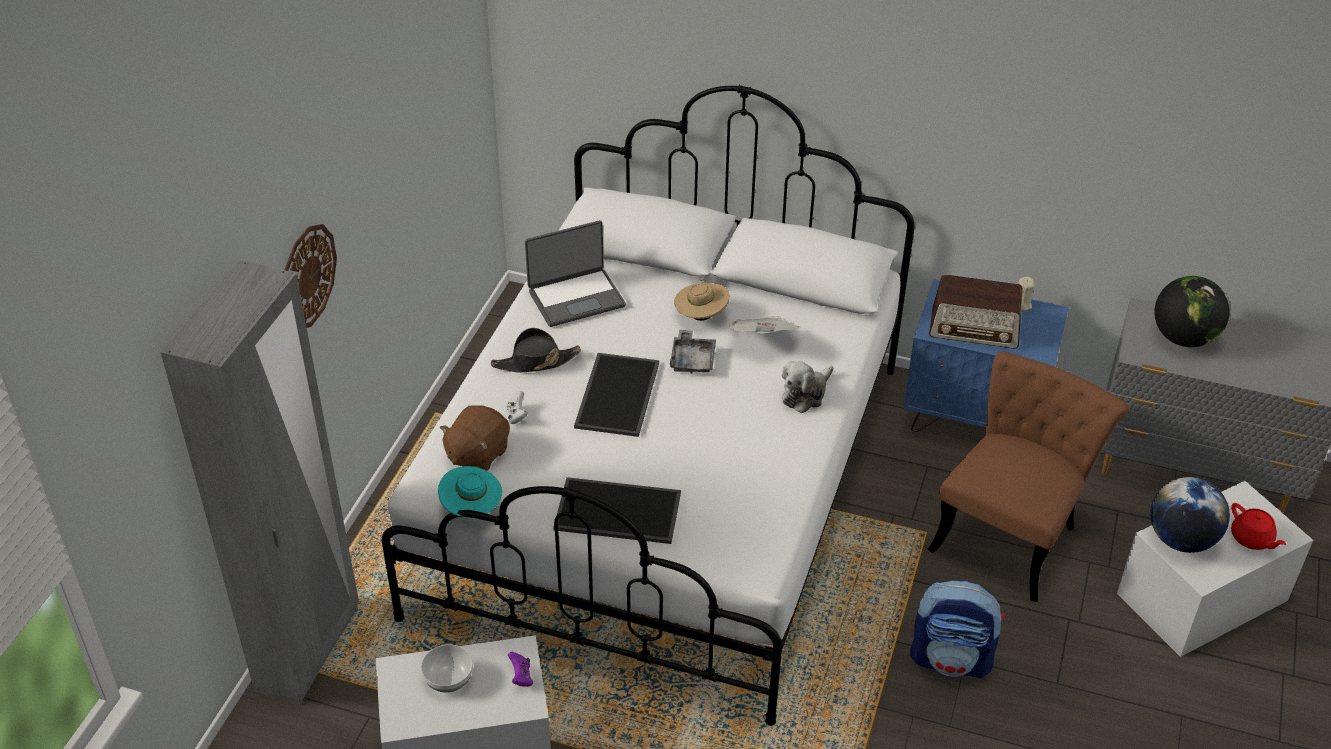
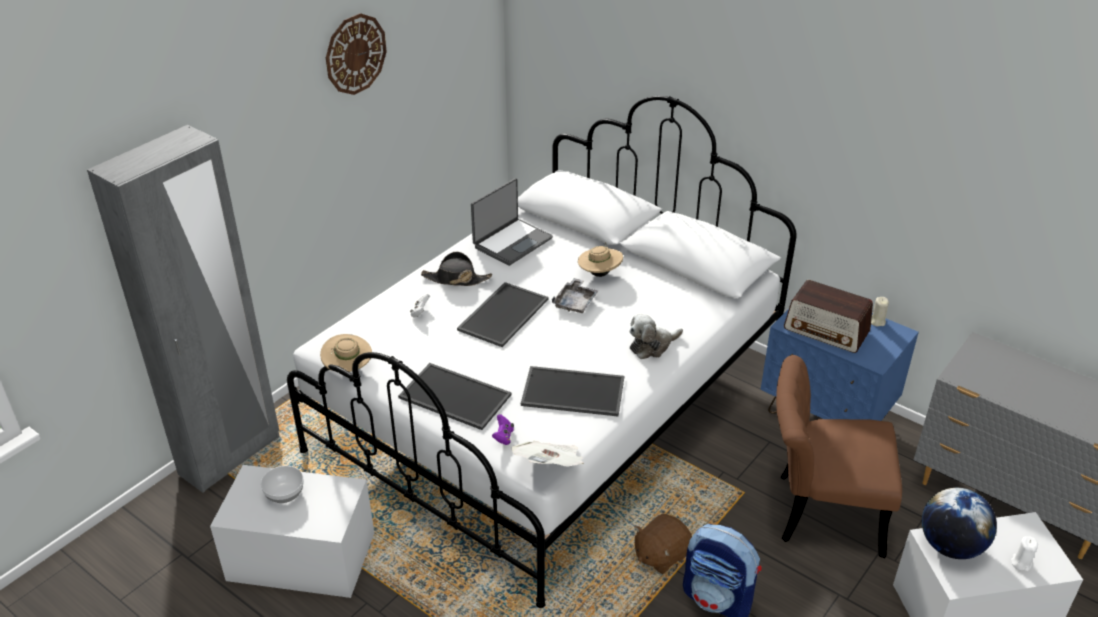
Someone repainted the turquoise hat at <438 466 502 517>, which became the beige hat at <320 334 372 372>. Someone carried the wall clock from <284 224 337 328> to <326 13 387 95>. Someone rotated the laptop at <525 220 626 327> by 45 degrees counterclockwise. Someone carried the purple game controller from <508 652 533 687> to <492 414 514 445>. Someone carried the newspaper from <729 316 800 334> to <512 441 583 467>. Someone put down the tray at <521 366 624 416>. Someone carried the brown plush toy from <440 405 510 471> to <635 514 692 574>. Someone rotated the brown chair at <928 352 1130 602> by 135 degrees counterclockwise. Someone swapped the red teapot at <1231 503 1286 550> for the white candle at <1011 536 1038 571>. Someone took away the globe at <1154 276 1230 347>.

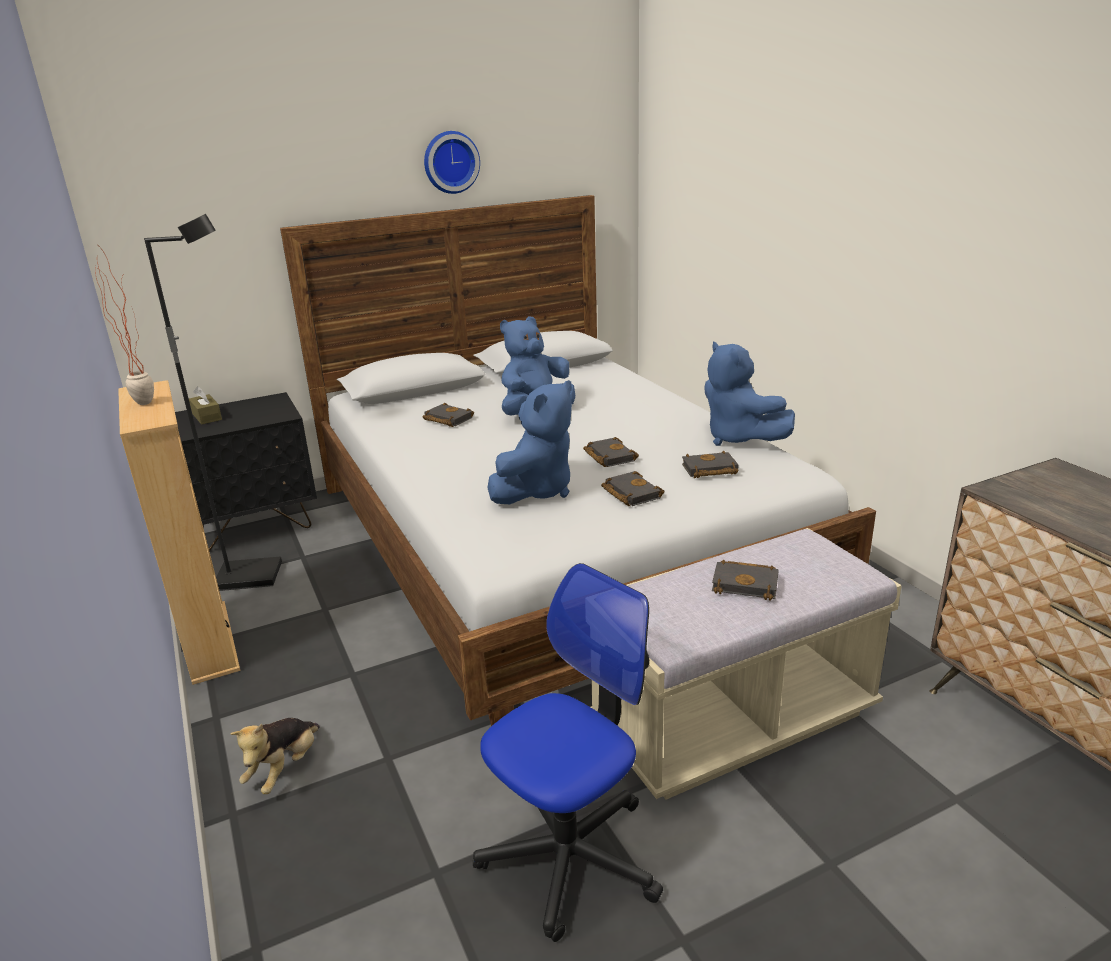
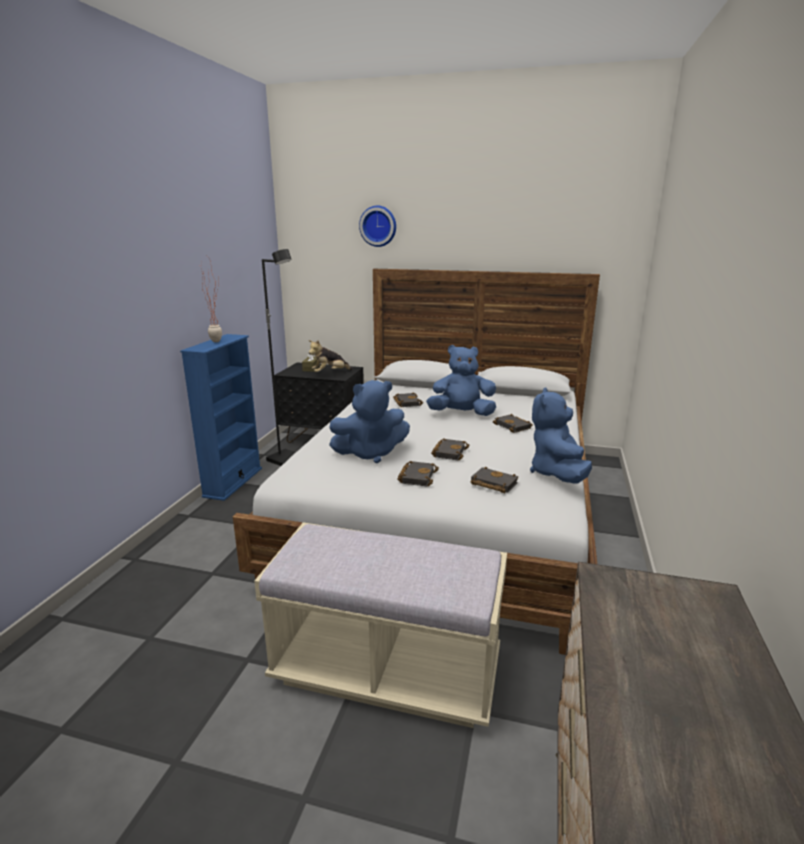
Someone repainted the beige bookcase at <118 380 240 685>, which became the blue bookcase at <180 334 262 501>. Someone carried the plush toy from <231 718 320 794> to <309 340 353 372>. Someone carried the wall clock from <424 131 480 194> to <359 205 396 247>. Someone carried the black book from <712 560 779 601> to <493 414 533 433>. Someone took away the office chair at <473 563 663 942>.

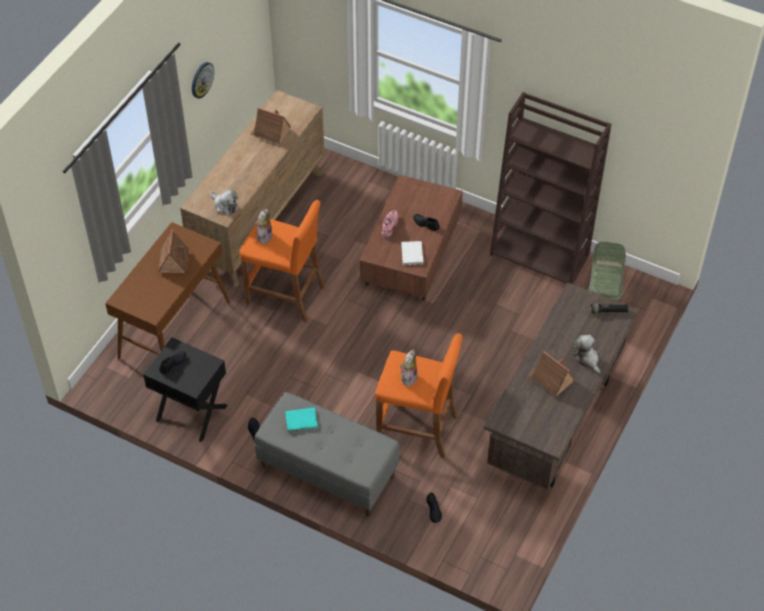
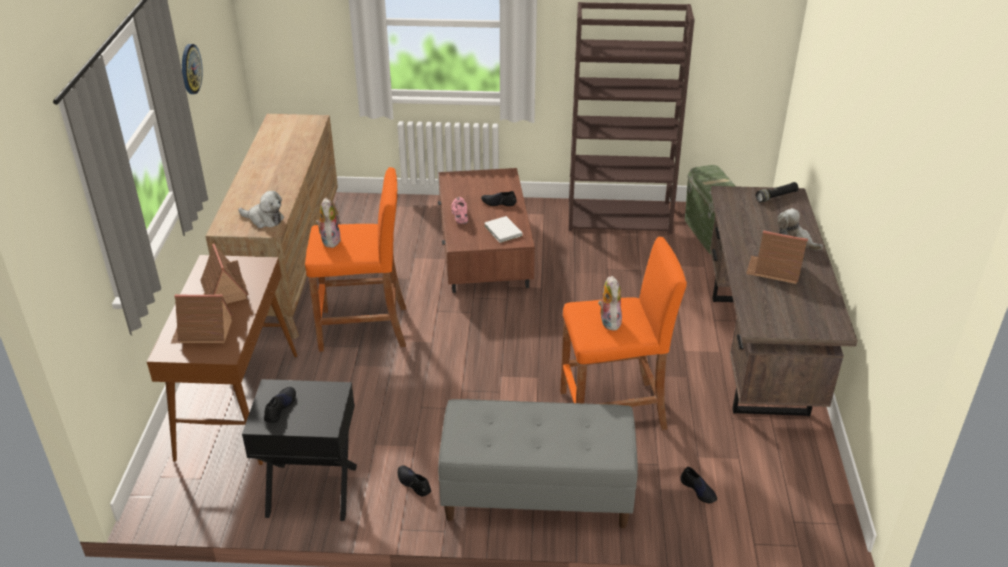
Someone carried the toy house from <250 107 291 144> to <171 293 233 343>. Someone took away the turquoise book at <285 407 318 432>.

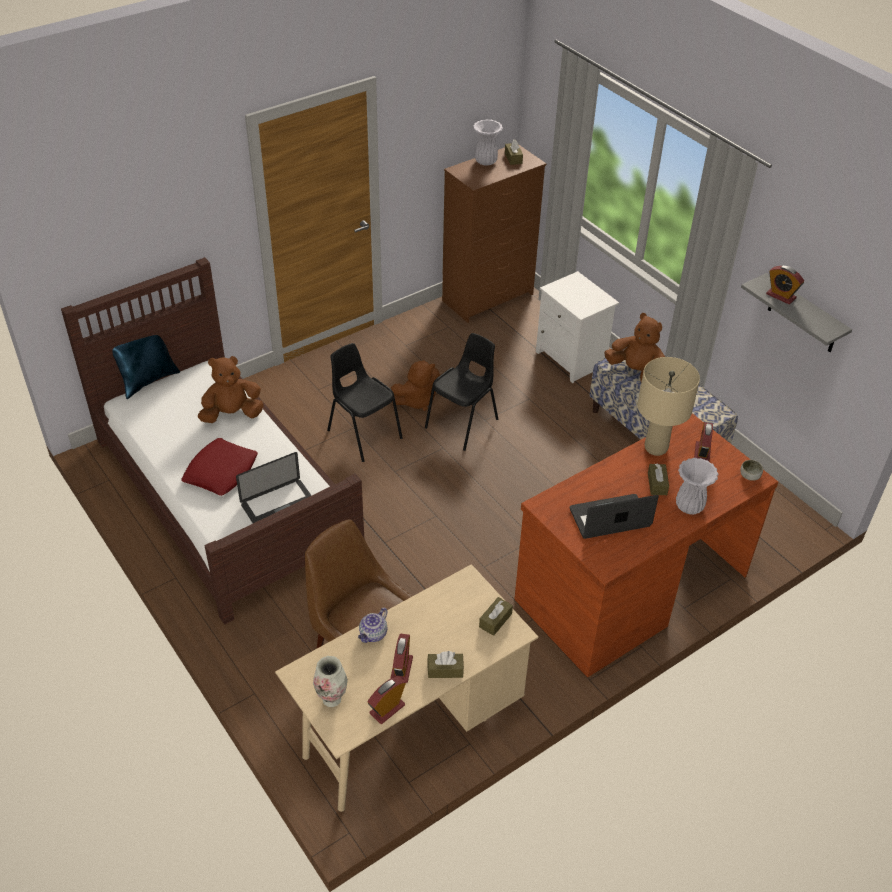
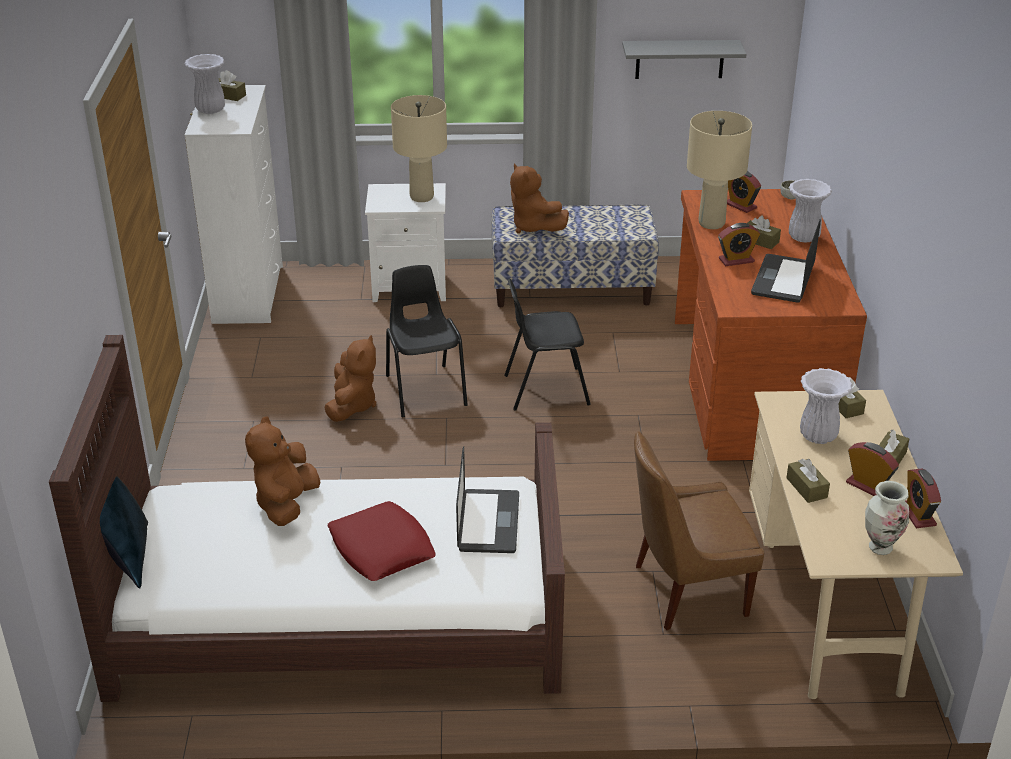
Someone repainted the brown dresser at <442 144 546 323>, which became the white dresser at <185 85 283 324>. Someone put down the beige table lamp at <391 95 447 202>. Someone carried the black chair from <327 343 403 462> to <504 279 591 411>. Someone rotated the brown plush toy at <604 313 665 382> by 105 degrees counterclockwise. Someone carried the alarm clock from <766 266 804 304> to <718 223 760 266>. Someone swapped the teapot at <358 608 387 643> for the brown tissue box at <786 459 830 503>. Someone put down the white vase at <800 368 853 444>.

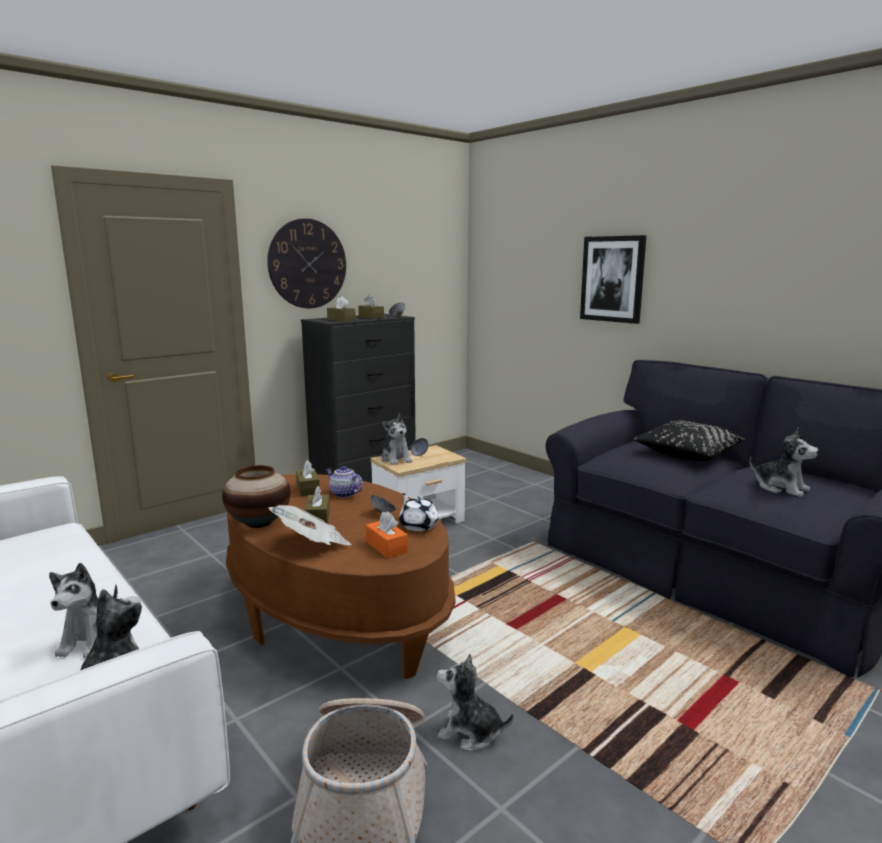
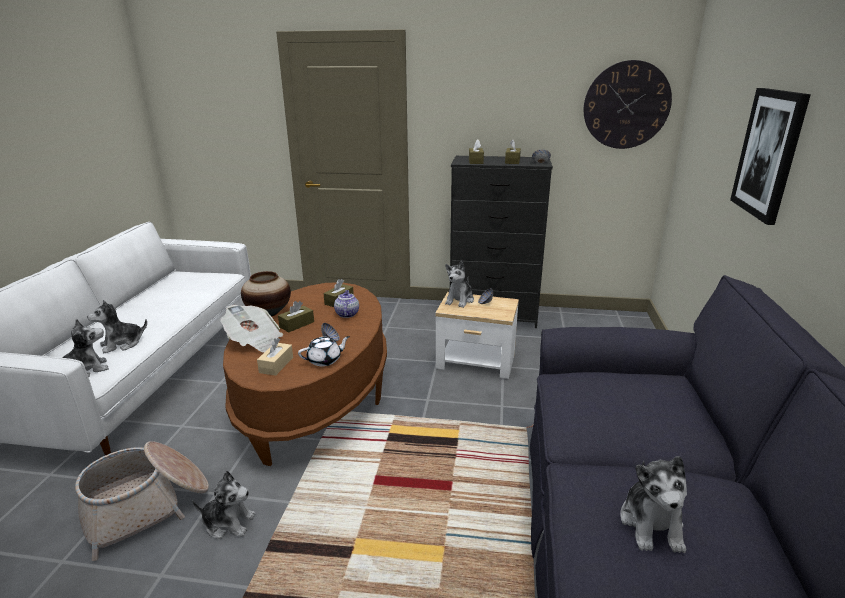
Someone rotated the plush toy at <437 654 514 751> by 120 degrees clockwise. Someone repainted the orange tissue box at <366 511 408 558>, which became the beige tissue box at <257 338 293 376>. Someone rotated the white teapot at <399 493 438 531> by 45 degrees clockwise. Someone carried the wall clock from <267 218 346 308> to <584 60 672 149>. Someone took away the black pillow at <633 420 745 461>.

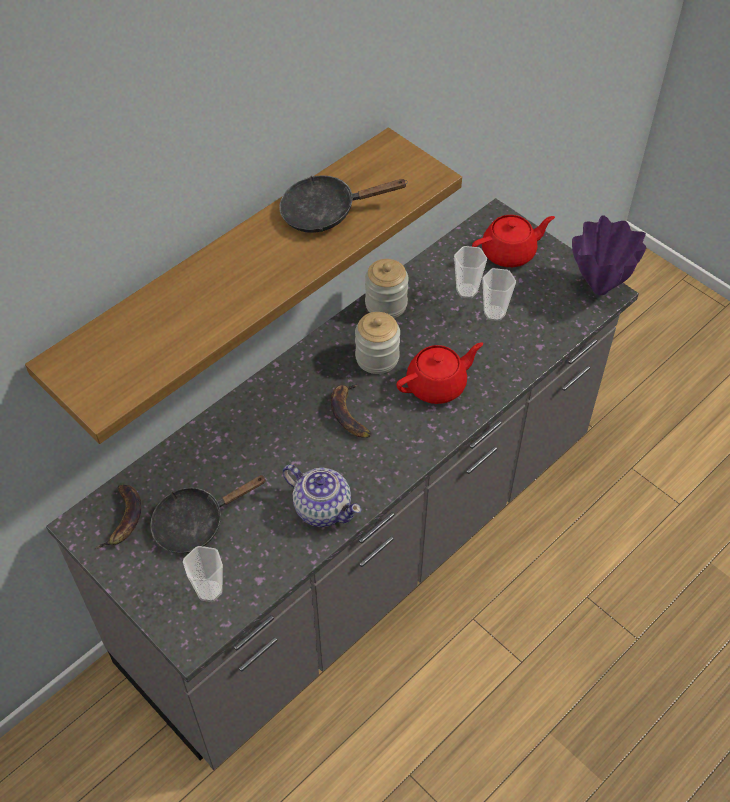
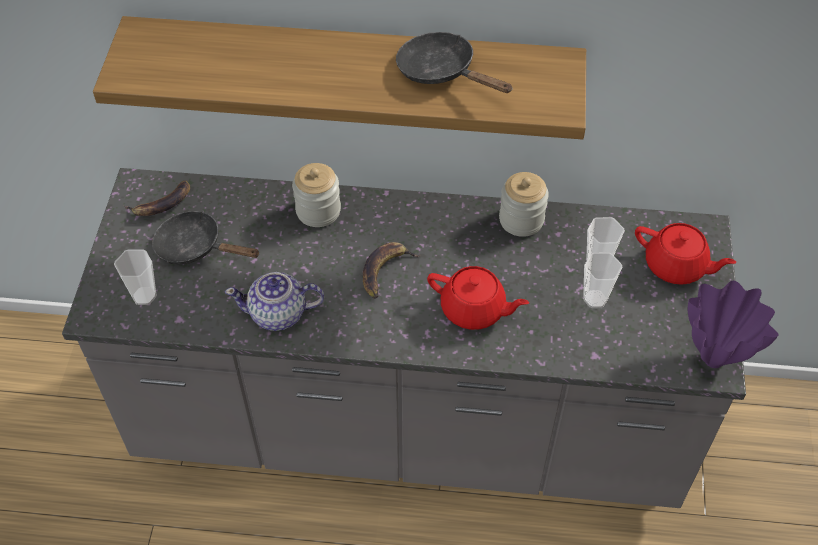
Someone rotated the teapot at <282 465 361 527> by 90 degrees clockwise. Someone carried the jar from <355 312 400 374> to <292 163 341 227>.

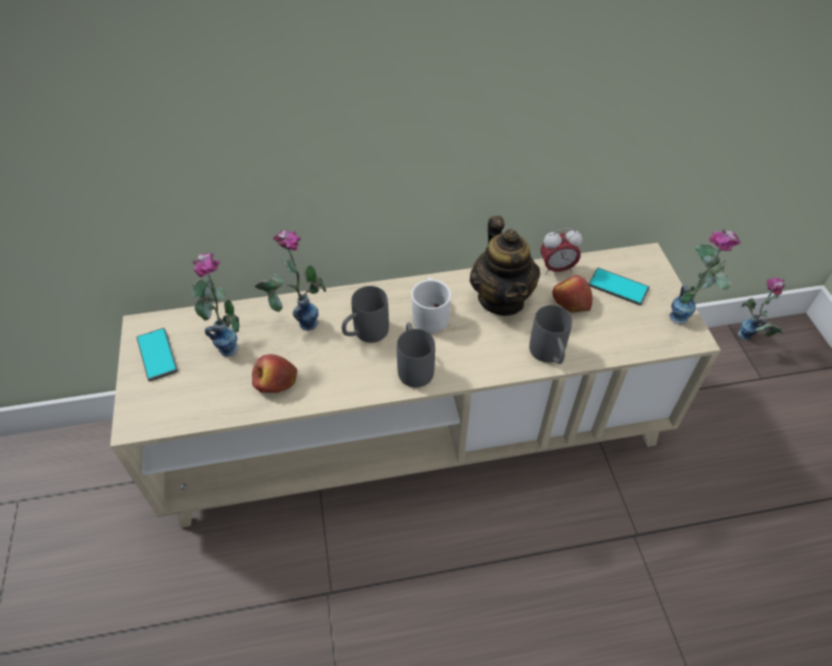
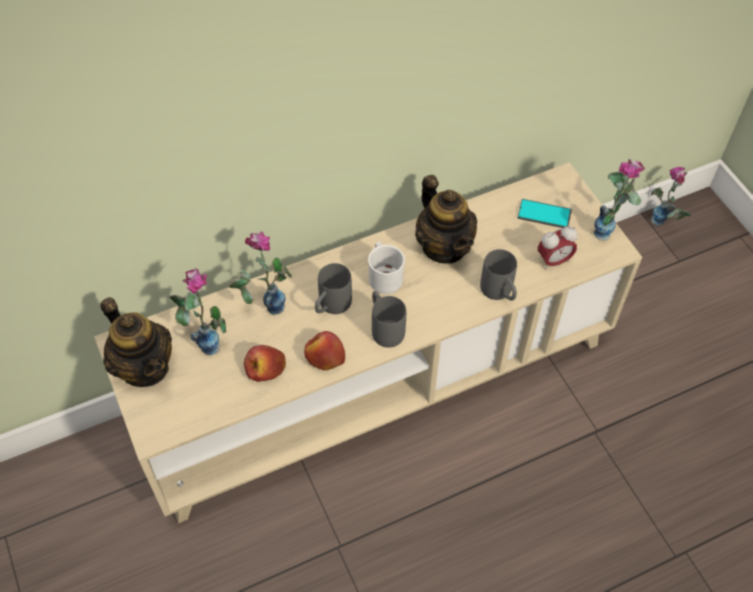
Someone swapped the phone at <136 328 178 382> for the teapot at <100 297 172 387>. Someone carried the apple from <552 275 593 313> to <304 331 345 370>. Someone carried the alarm clock from <541 228 583 275> to <538 226 577 270>.

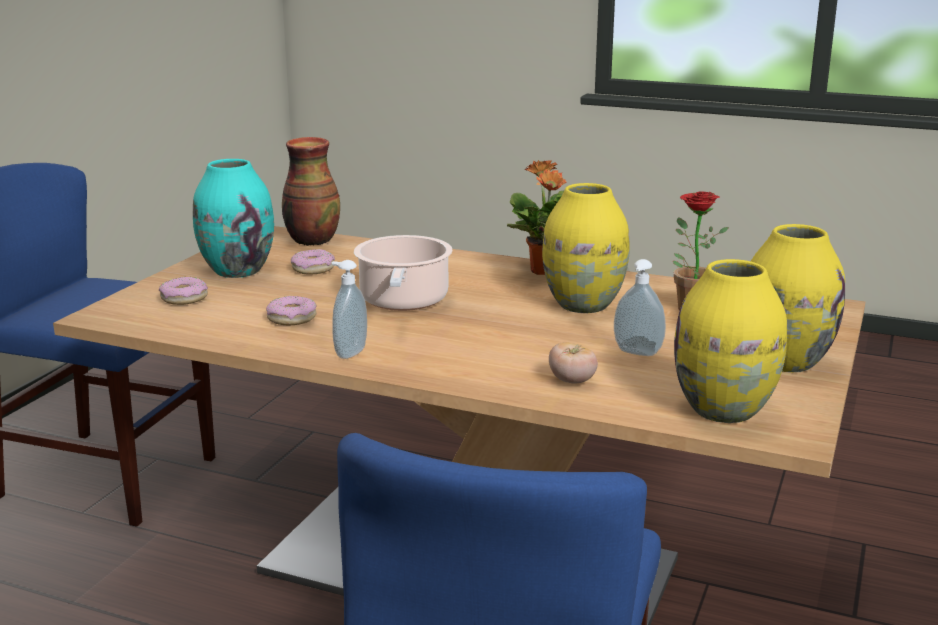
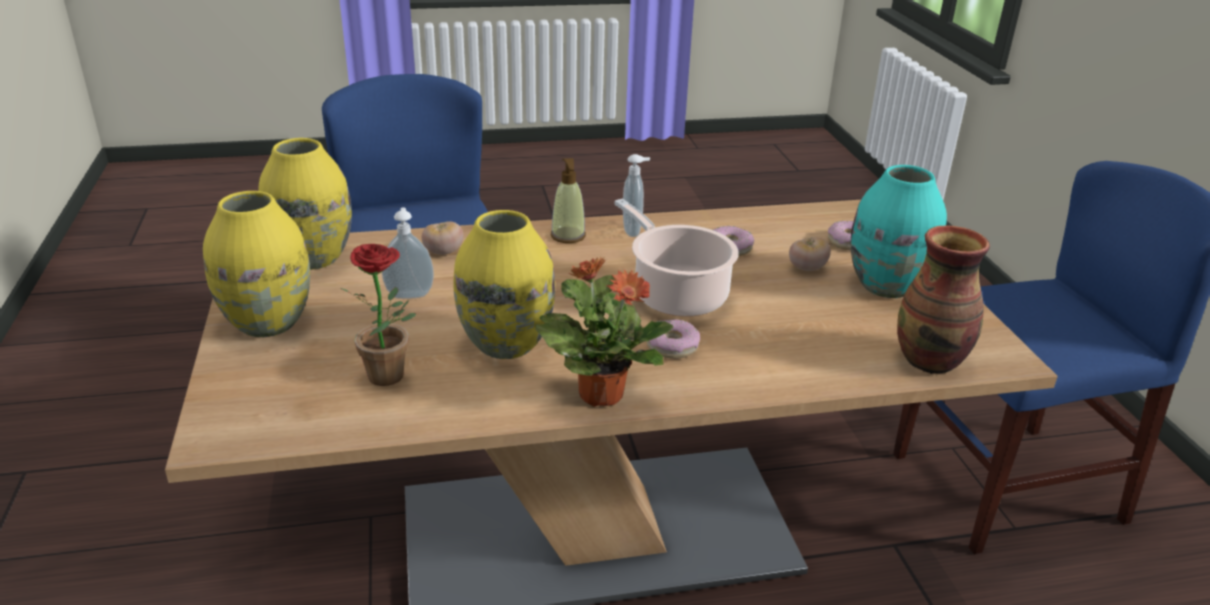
Someone put down the soap dispenser at <551 158 586 243>. Someone carried the donut from <291 249 335 275> to <647 319 700 359>. Someone put down the tomato at <789 237 831 271>.

